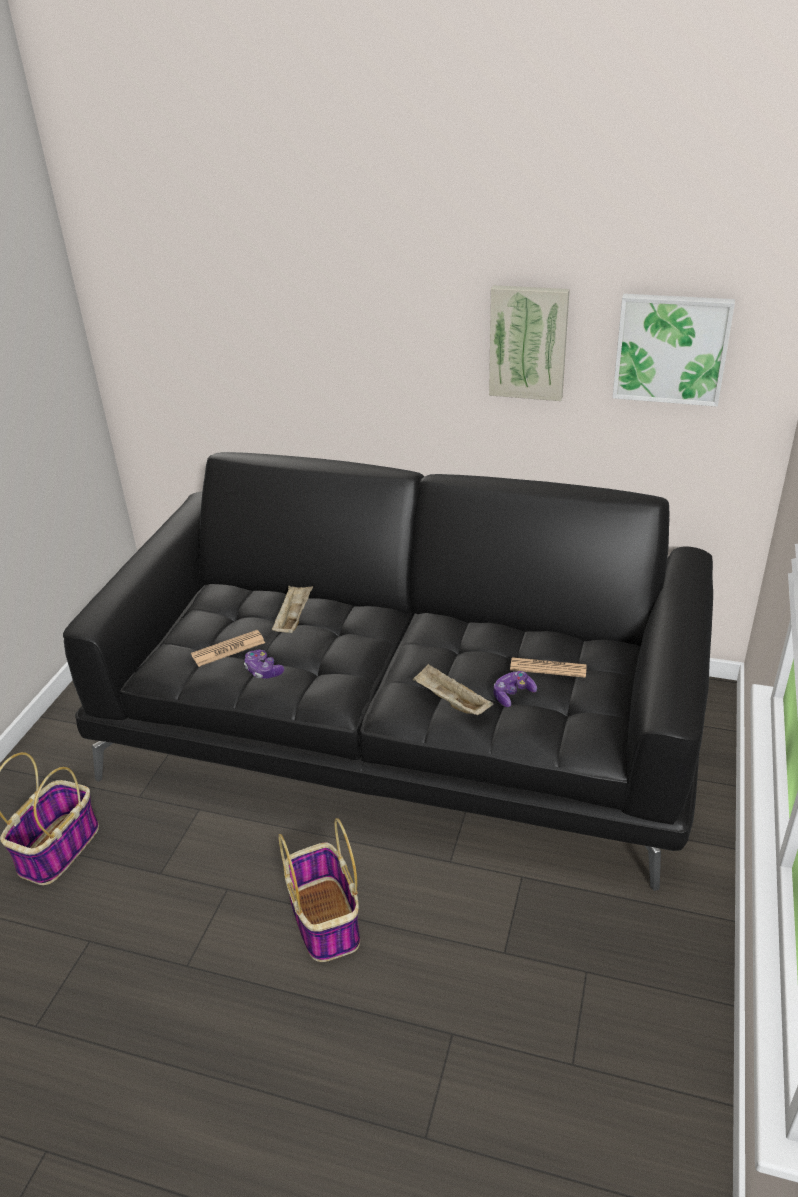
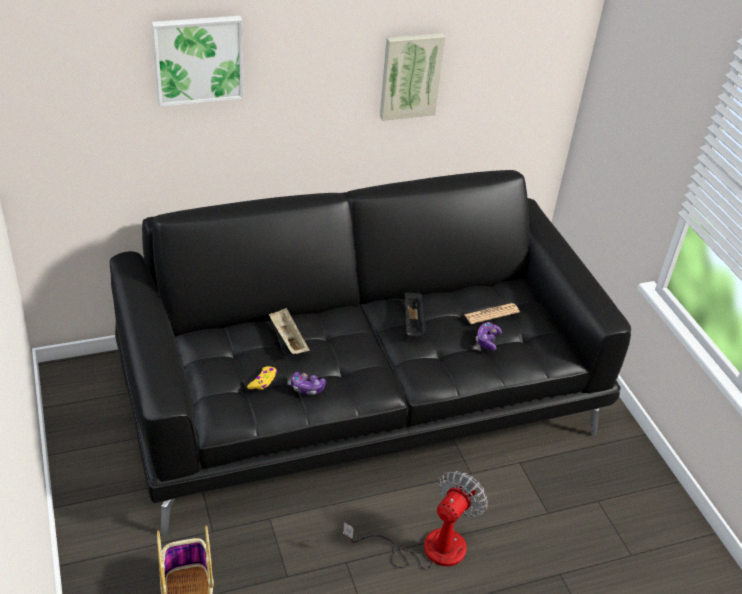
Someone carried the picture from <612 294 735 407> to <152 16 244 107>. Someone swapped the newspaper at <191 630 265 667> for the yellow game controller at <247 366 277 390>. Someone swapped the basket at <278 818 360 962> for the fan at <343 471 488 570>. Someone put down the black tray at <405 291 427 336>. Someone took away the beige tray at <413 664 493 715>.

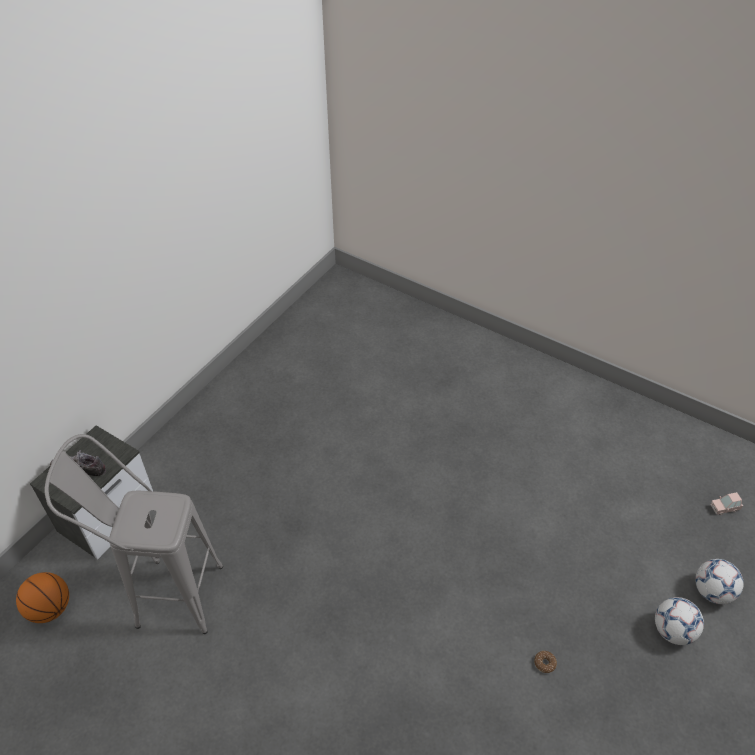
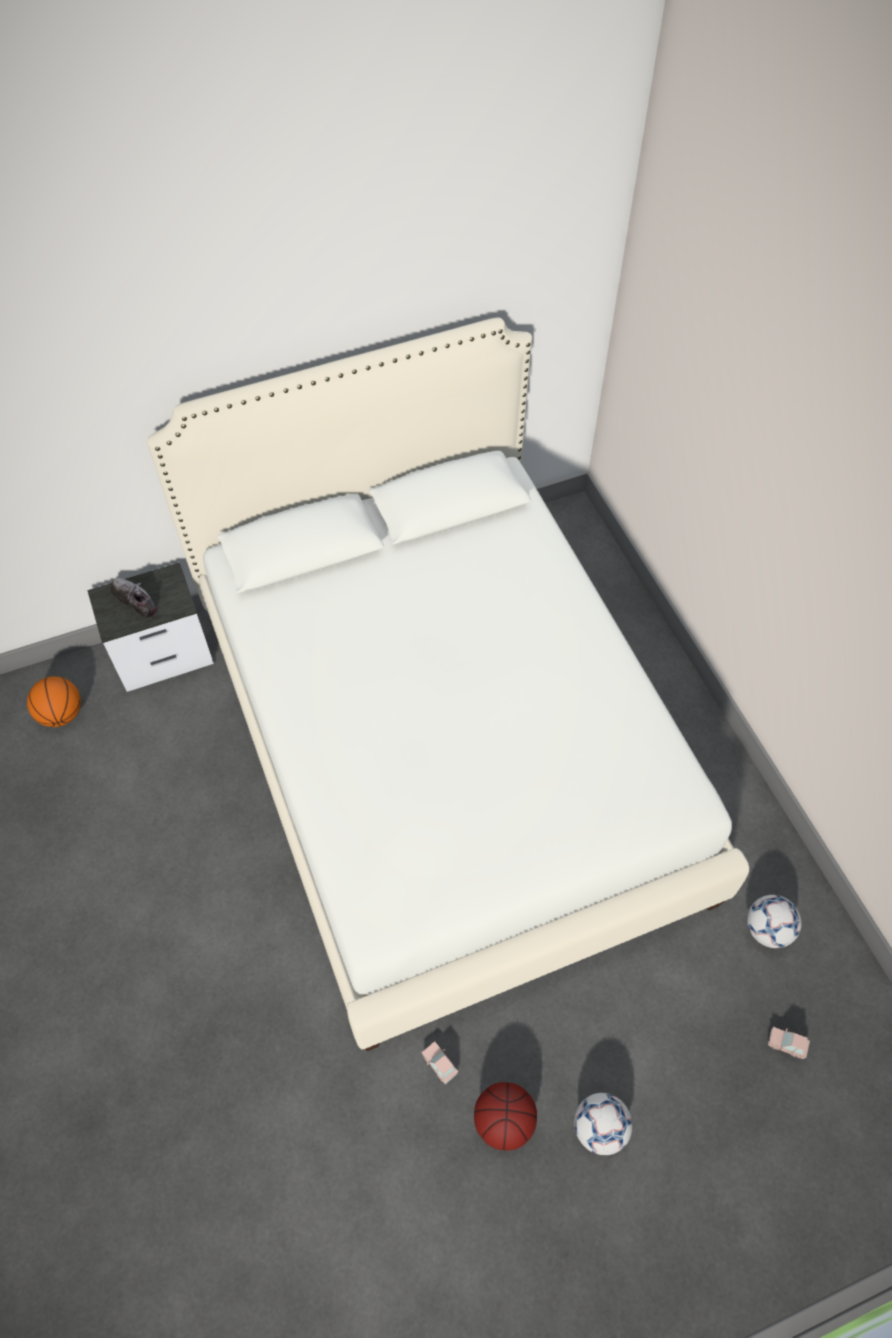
Someone put down the white bed at <147 317 749 1051>. Someone swapped the donut at <534 651 557 673> for the pink toy car at <421 1041 458 1084>. Someone put down the basketball at <474 1082 537 1151>. Someone carried the football from <695 559 744 604> to <747 895 802 948>. Someone took away the grey stool at <44 434 223 634>.

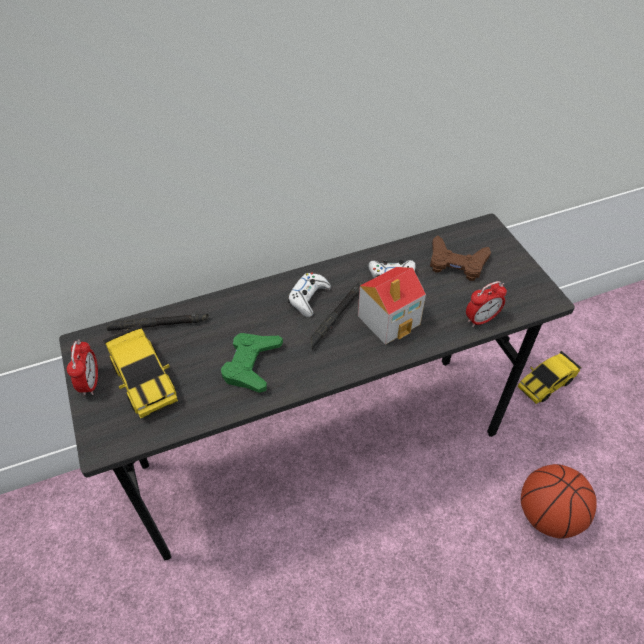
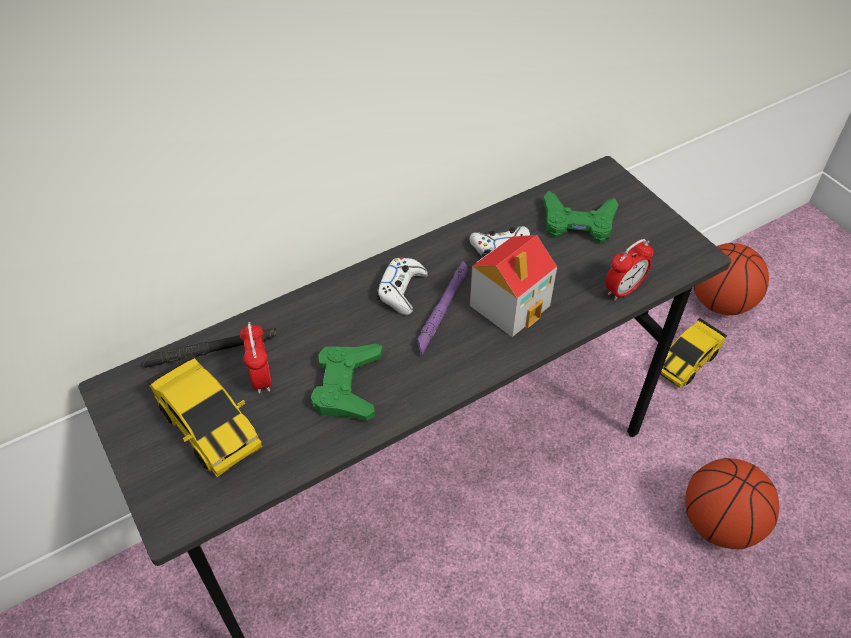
Someone carried the alarm clock from <67 340 98 396> to <240 322 272 394>. Someone repainted the black flashlight at <311 282 362 349>, which became the purple flashlight at <417 261 469 356>. Someone repainted the brown game controller at <430 235 491 281>, which became the green game controller at <543 191 618 243>. Someone put down the basketball at <694 243 769 315>.

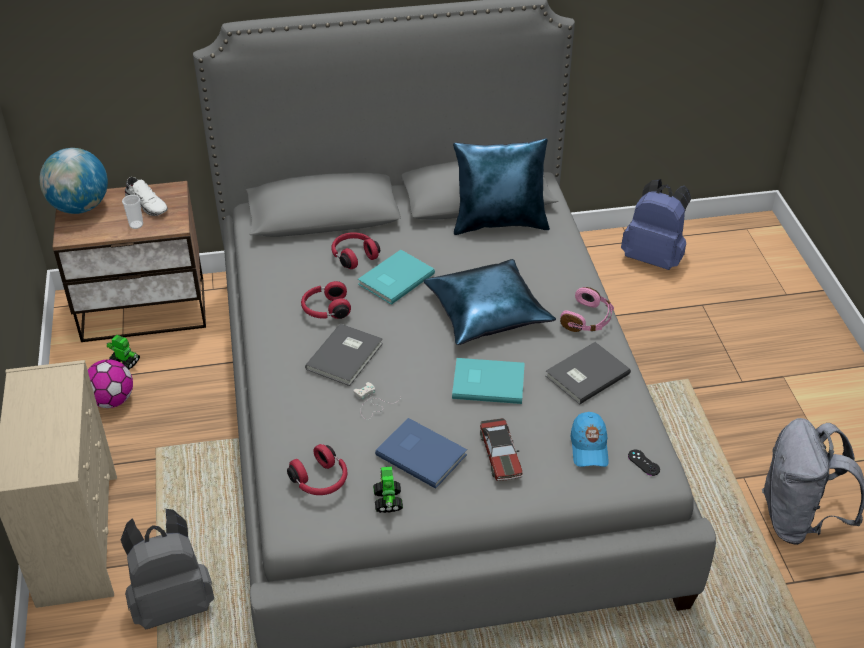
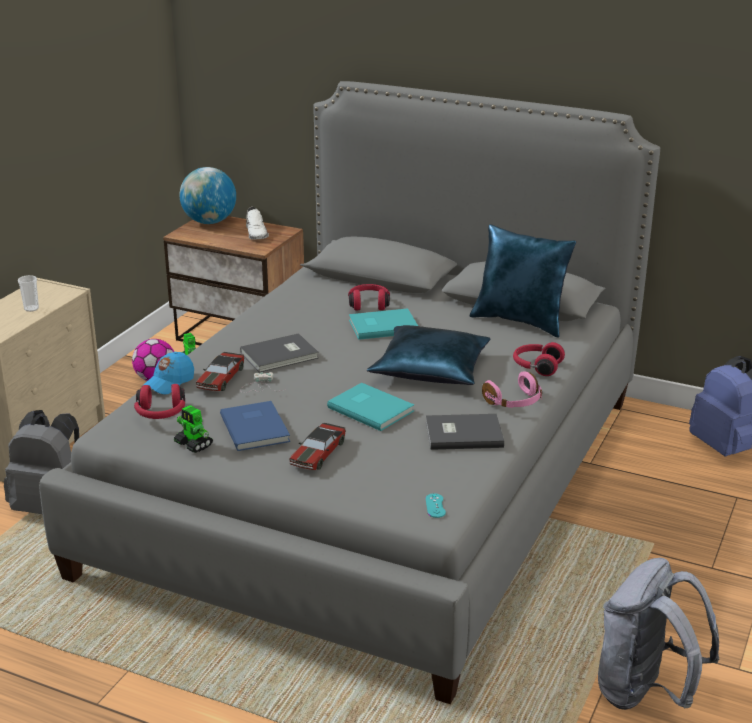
Someone carried the cup from <122 195 143 229> to <18 275 39 312>. Someone carried the blue cap from <570 412 609 467> to <142 352 194 394>. Someone rotated the toy robot at <373 466 403 513> by 75 degrees counterclockwise. Someone put down the toy car at <196 352 245 391>. Someone repainted the black game controller at <628 450 660 476>, which became the turquoise game controller at <425 493 446 518>. Someone carried the red headphones from <301 281 351 319> to <513 342 565 376>.

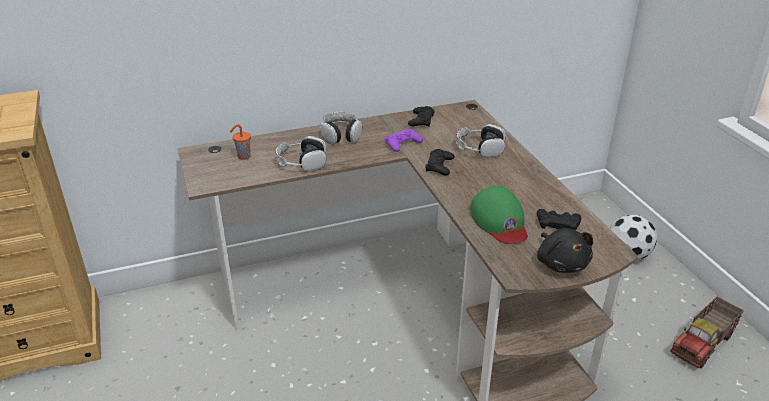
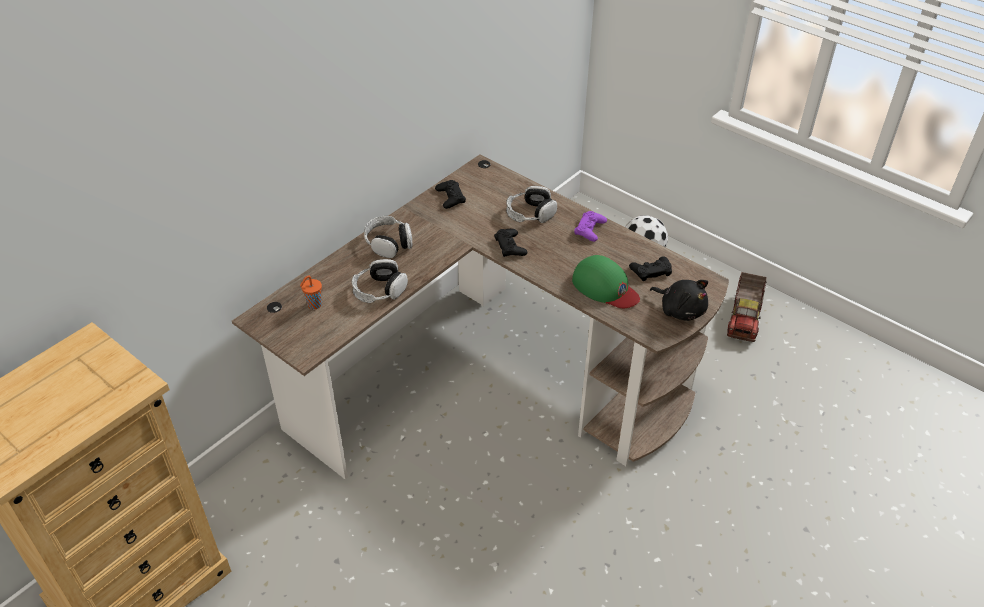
Someone carried the purple game controller from <384 129 423 152> to <574 211 607 242>.

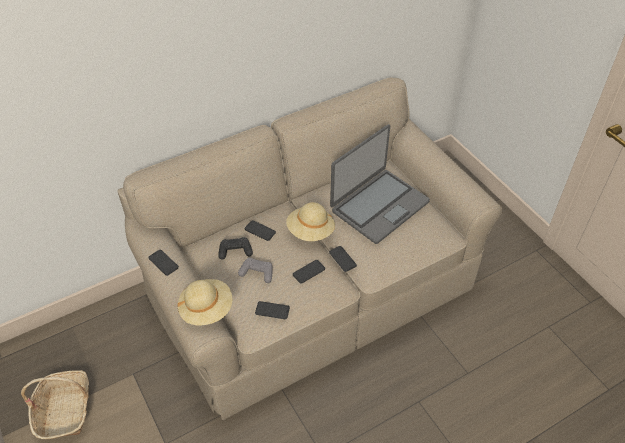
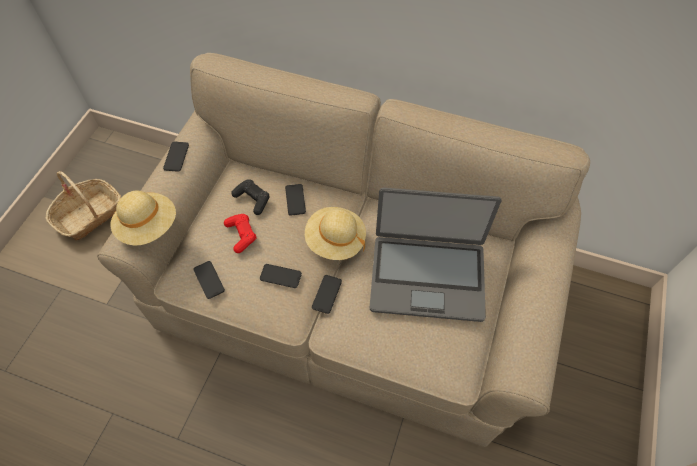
Someone repainted the grey game controller at <238 258 273 283>, which became the red game controller at <224 214 257 253>.

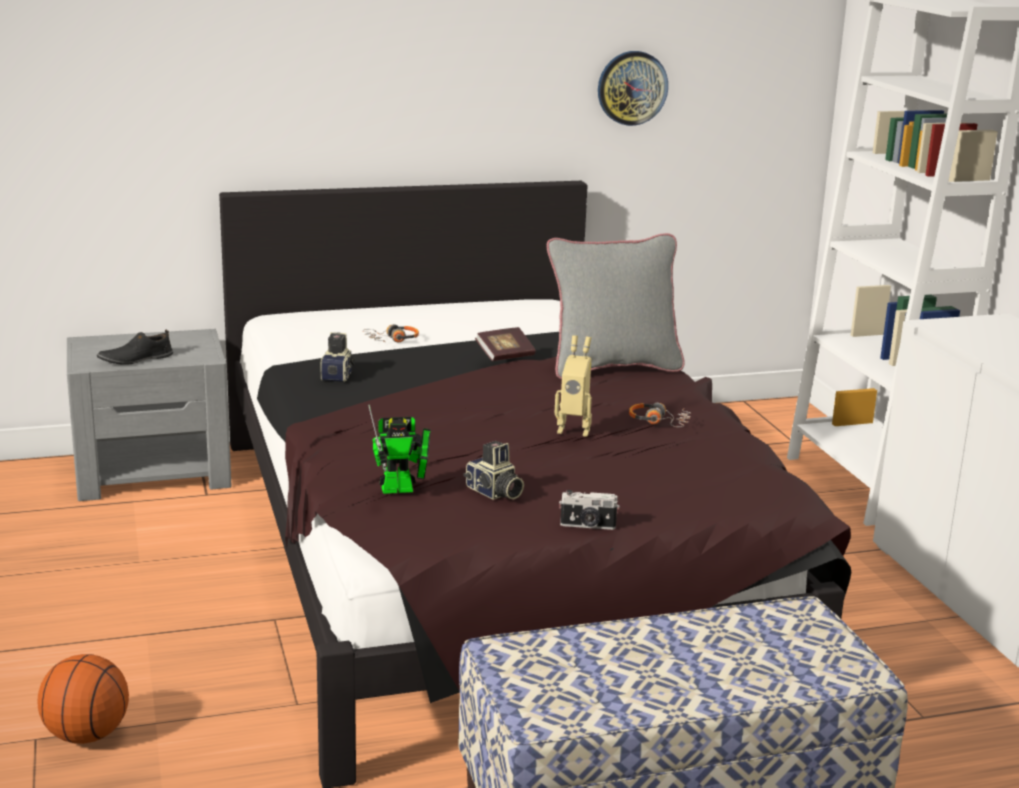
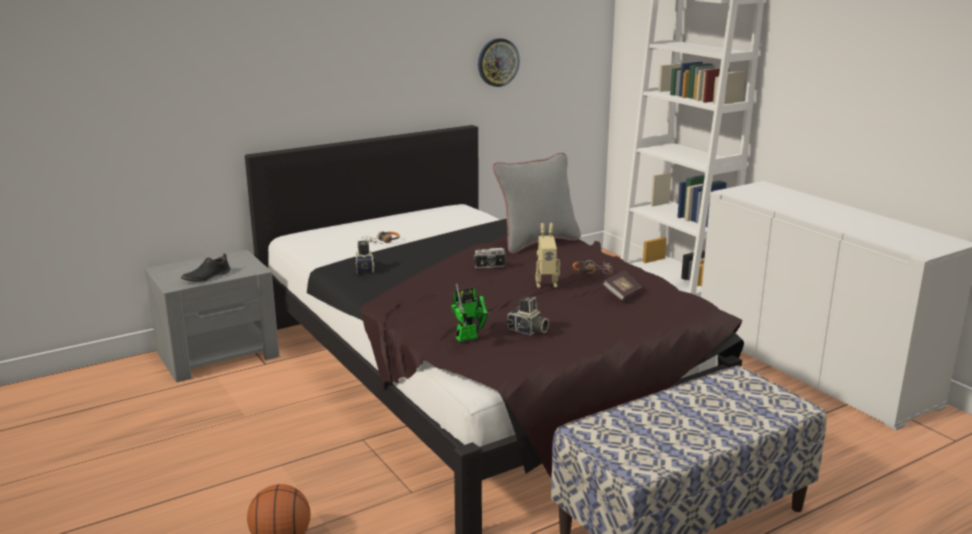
Someone carried the photo camera from <559 490 620 530> to <474 248 506 268>. Someone carried the book from <475 327 536 361> to <602 271 643 301>.

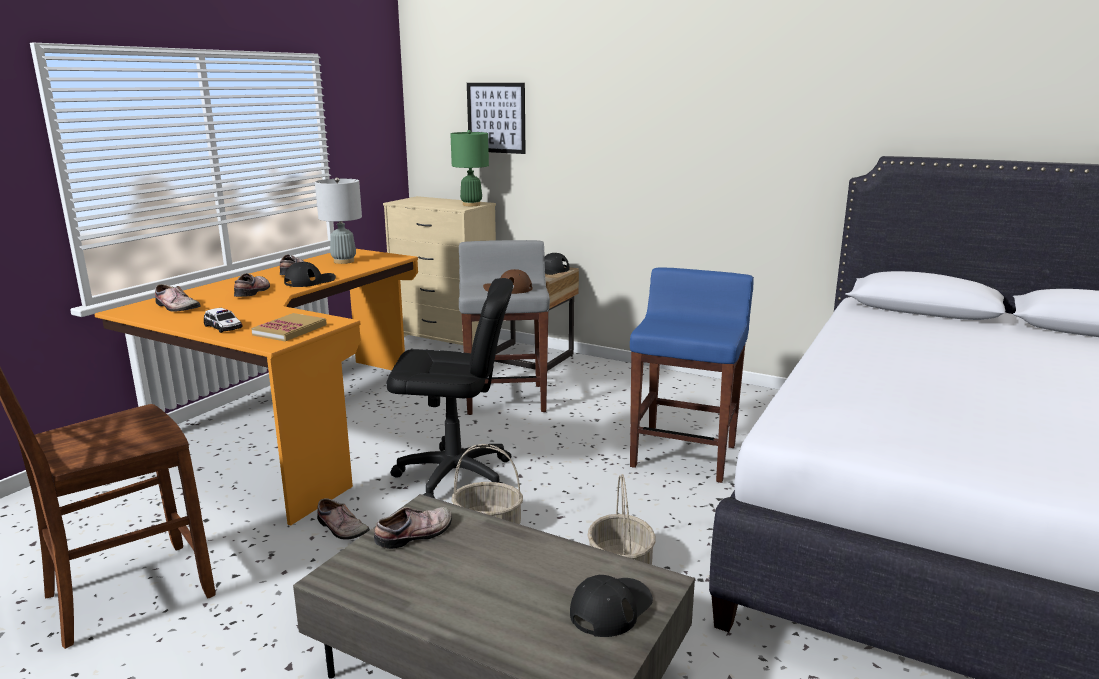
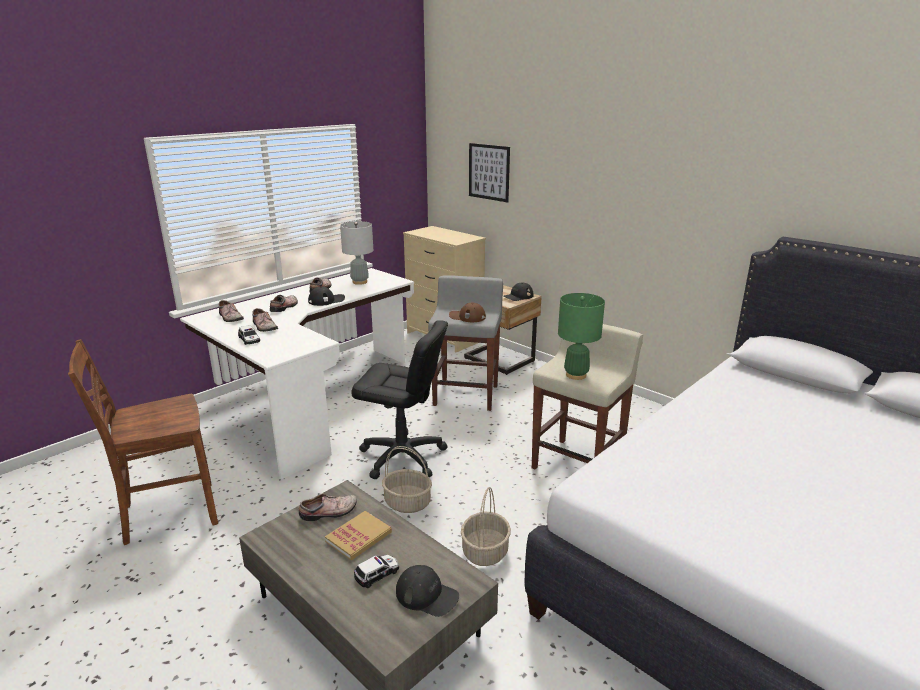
Someone repainted the orange desk at <94 249 418 526>, which became the white desk at <180 268 414 479>. Someone carried the shoe from <317 498 370 540> to <252 308 278 332>. Someone carried the book from <251 313 327 341> to <325 511 392 560>. Someone put down the toy car at <354 555 399 588>. Someone rotated the black cap at <570 574 653 637> by 60 degrees clockwise. Someone repainted the blue stool at <630 267 754 483>, which became the beige stool at <532 324 643 470>. Someone carried the green table lamp from <450 130 489 206> to <558 293 605 380>.

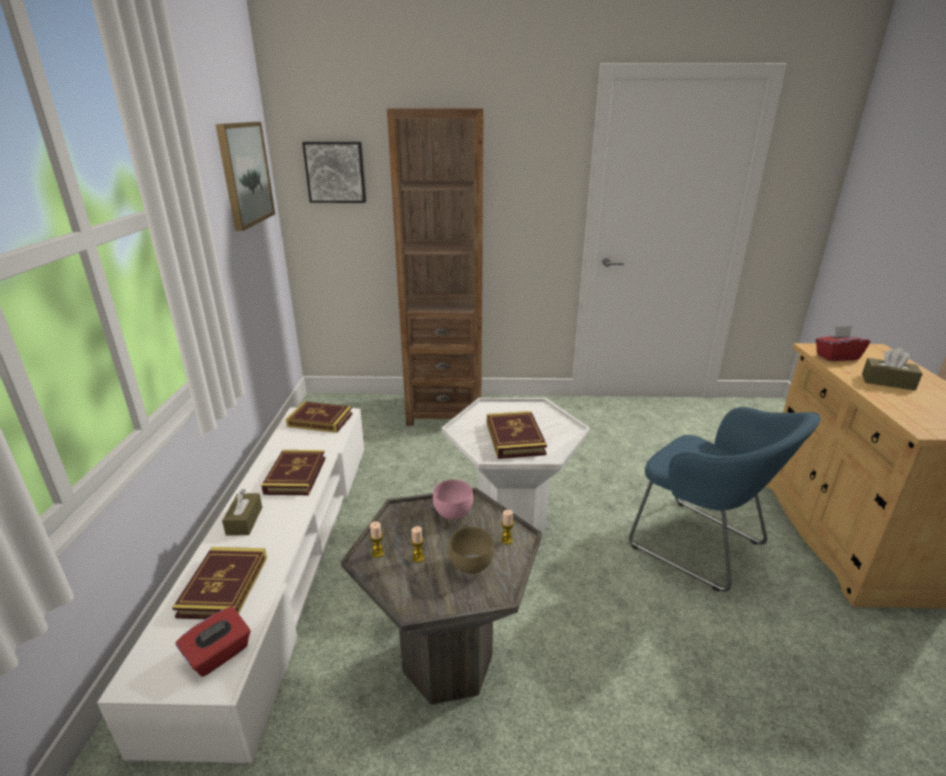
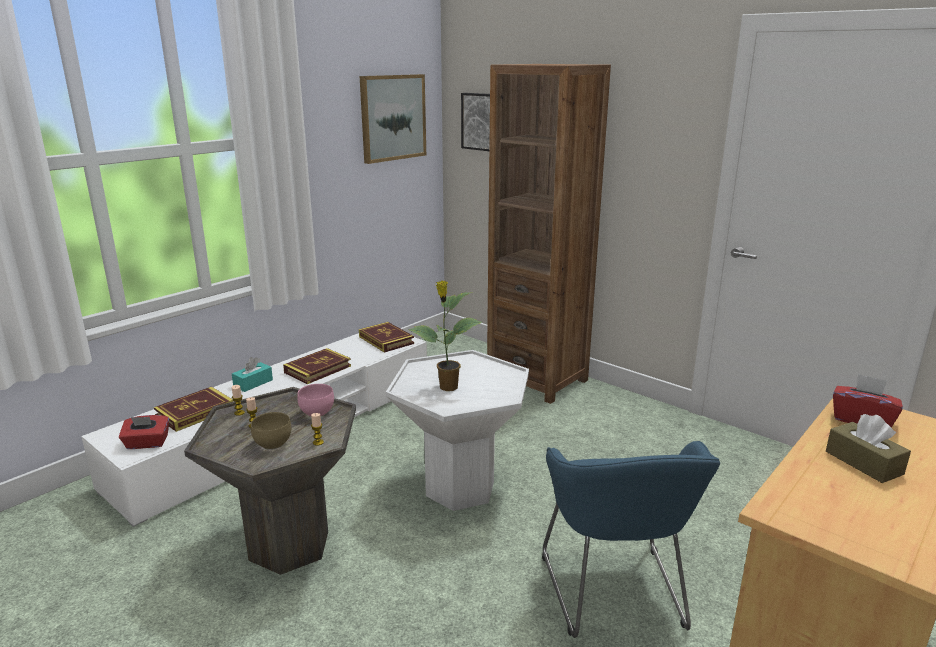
Someone repainted the brown tissue box at <222 489 262 536>, which became the turquoise tissue box at <232 357 273 392>. Someone swapped the book at <487 411 547 459> for the potted plant at <408 280 482 391>.

